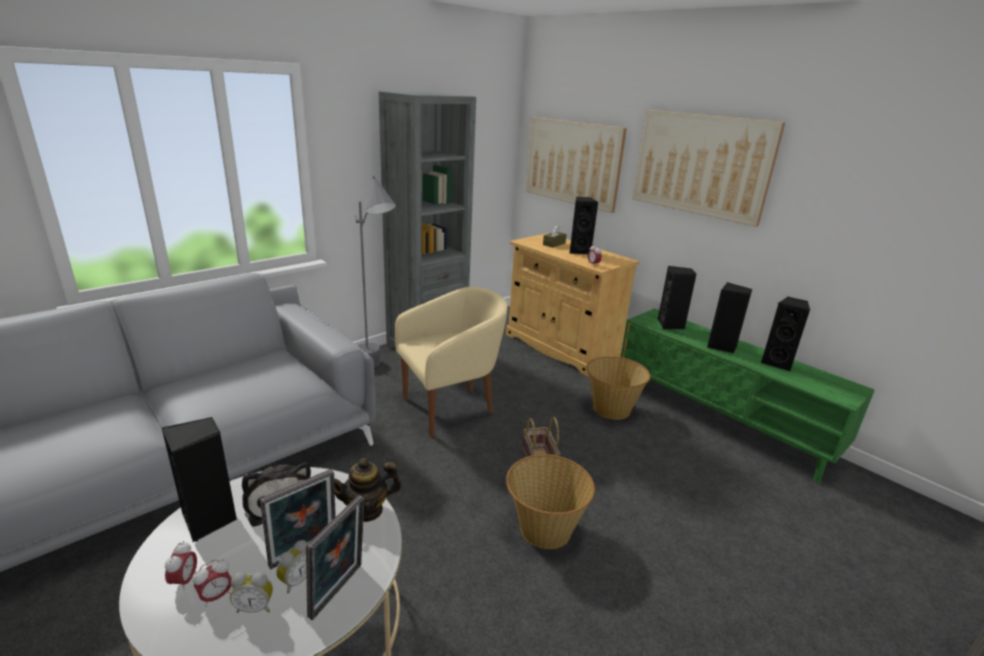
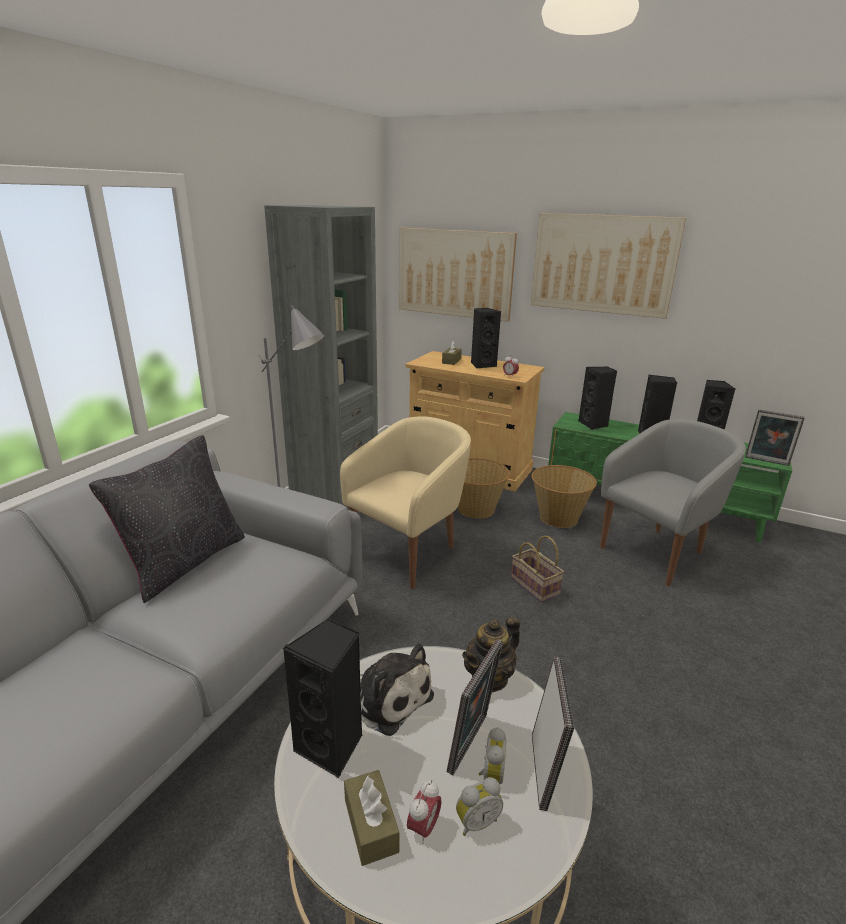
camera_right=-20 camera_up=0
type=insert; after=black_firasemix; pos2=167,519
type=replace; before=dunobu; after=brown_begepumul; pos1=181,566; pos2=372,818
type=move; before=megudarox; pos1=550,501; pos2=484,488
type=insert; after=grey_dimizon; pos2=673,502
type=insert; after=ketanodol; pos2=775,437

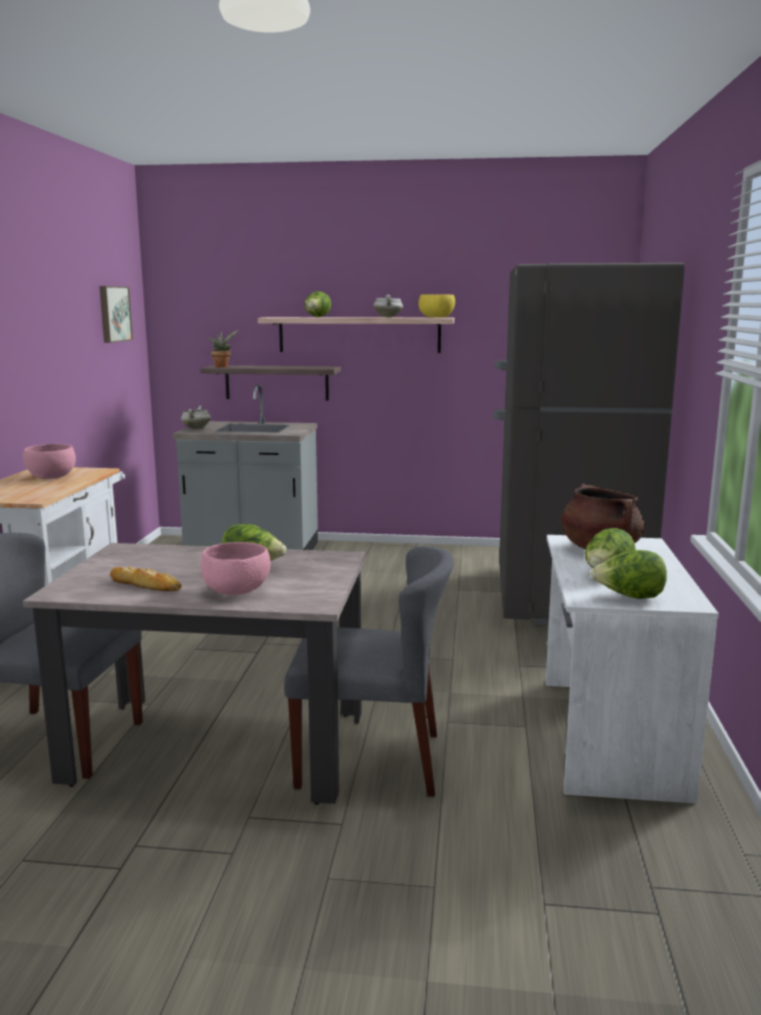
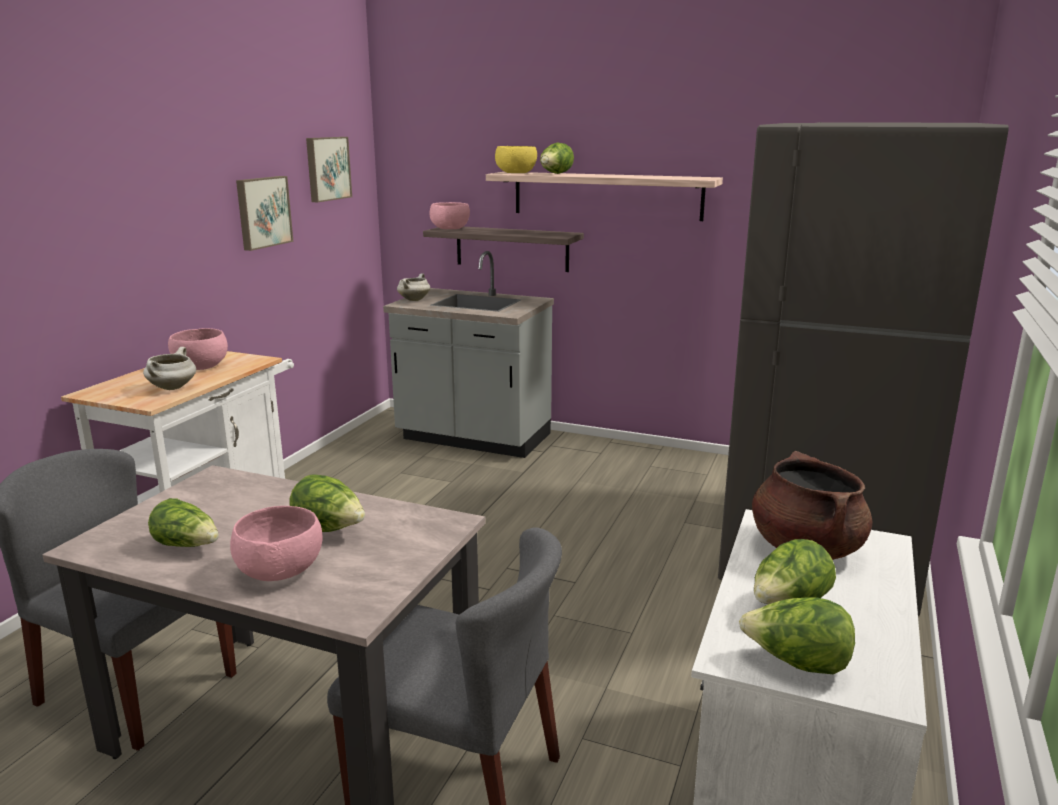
camera_right=15 camera_up=5
type=move; before=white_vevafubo; pos1=388,306; pos2=169,368
type=replace; before=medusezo; after=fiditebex; pos1=146,579; pos2=183,522
type=insert; after=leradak; pos2=264,213
type=replace; before=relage; after=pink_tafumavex; pos1=222,348; pos2=450,215
type=move; before=yellow_tafumavex; pos1=436,306; pos2=516,159

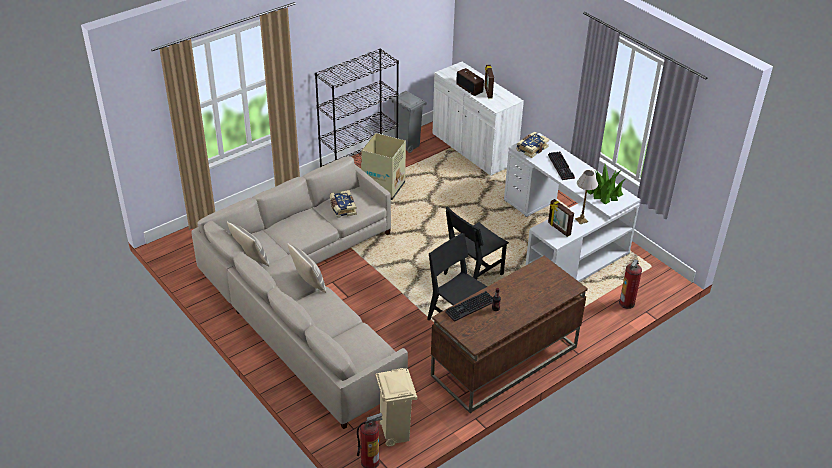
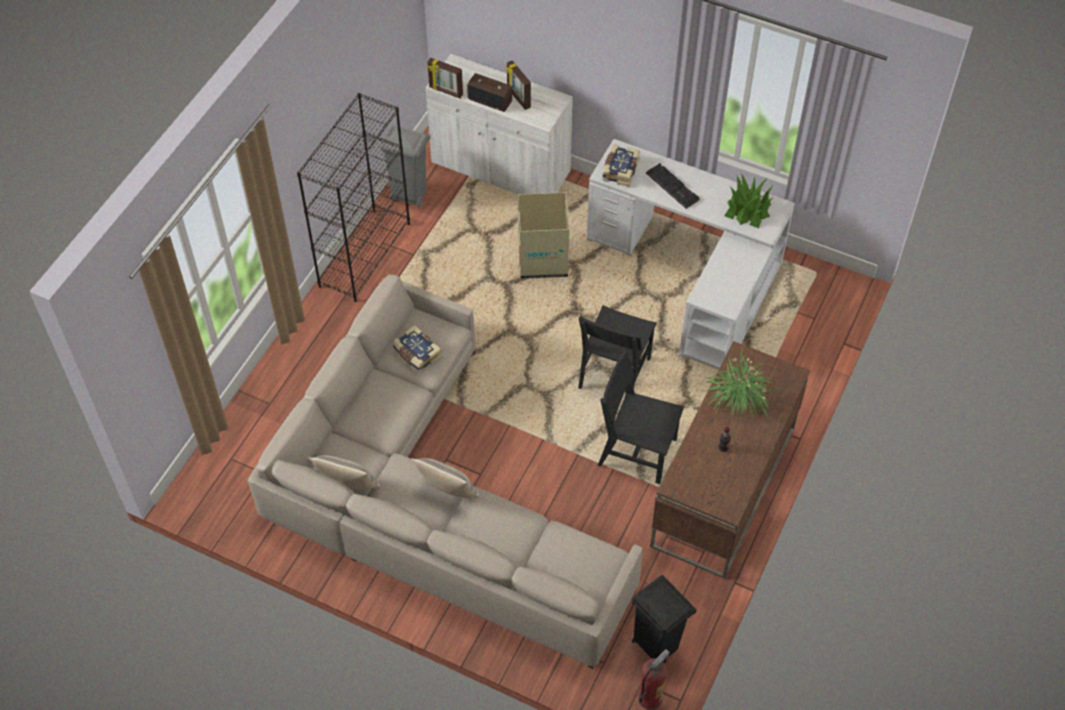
camera_right=-25 camera_up=15
type=move; before=ketanodol; pos1=561,218; pos2=445,78
type=move; before=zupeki; pos1=383,166; pos2=543,235
type=recolor; before=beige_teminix; after=black_teminix; pos1=396,407; pos2=664,619
type=insert; after=relage; pos2=742,383
type=delete; before=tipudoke; pos1=469,306
type=delete; before=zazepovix; pos1=586,197
type=delete; before=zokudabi; pos1=630,284

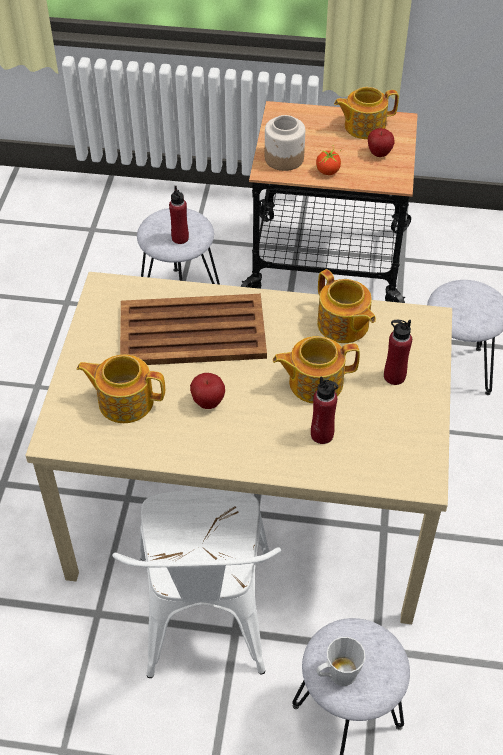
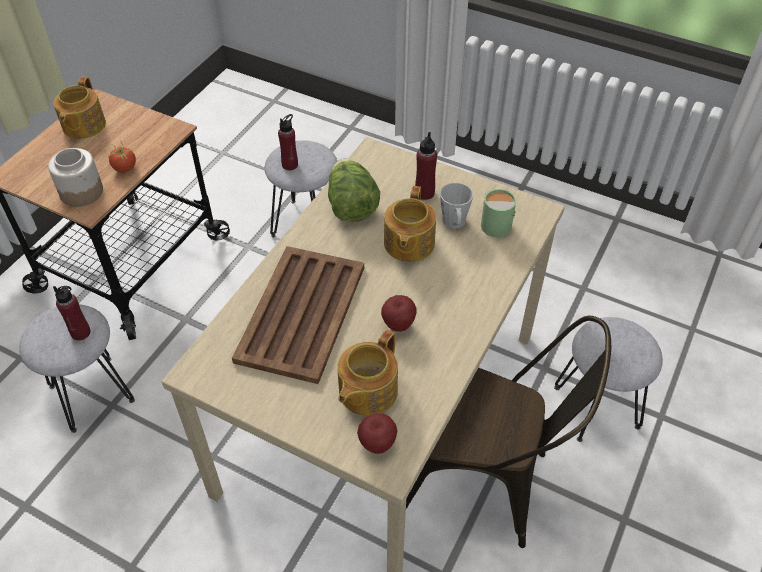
camera_right=-70 camera_up=0
type=move; before=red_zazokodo; pos1=324,410; pos2=288,142
type=replace; before=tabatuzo; after=fiditebex; pos1=346,306; pos2=354,190
type=move; before=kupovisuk; pos1=381,142; pos2=377,433
type=recolor; before=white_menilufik; after=brown_menilufik; pos1=196,584; pos2=508,432
type=move; before=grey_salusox; pos1=340,661; pos2=456,206
type=insert; after=green_salusox; pos2=498,213

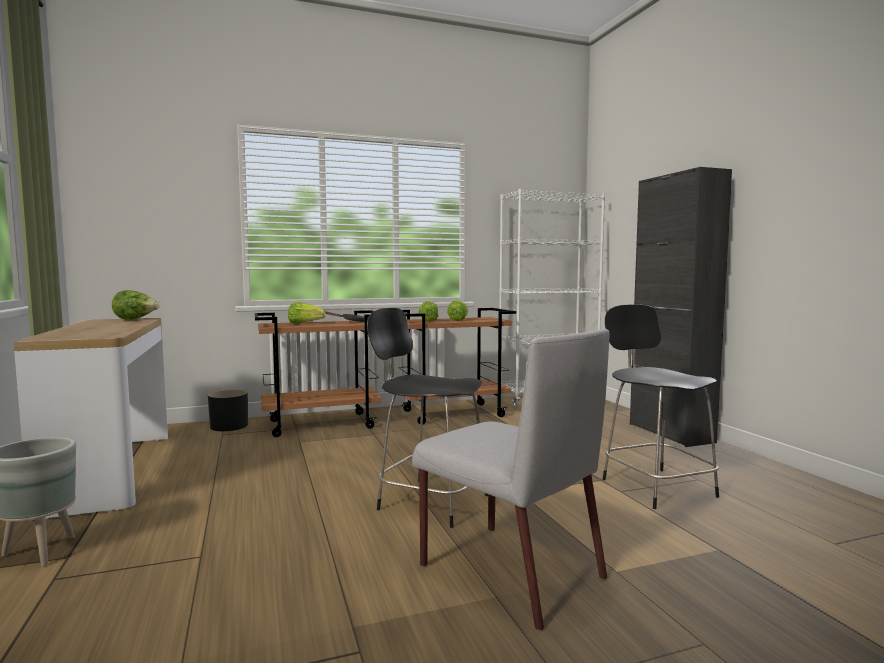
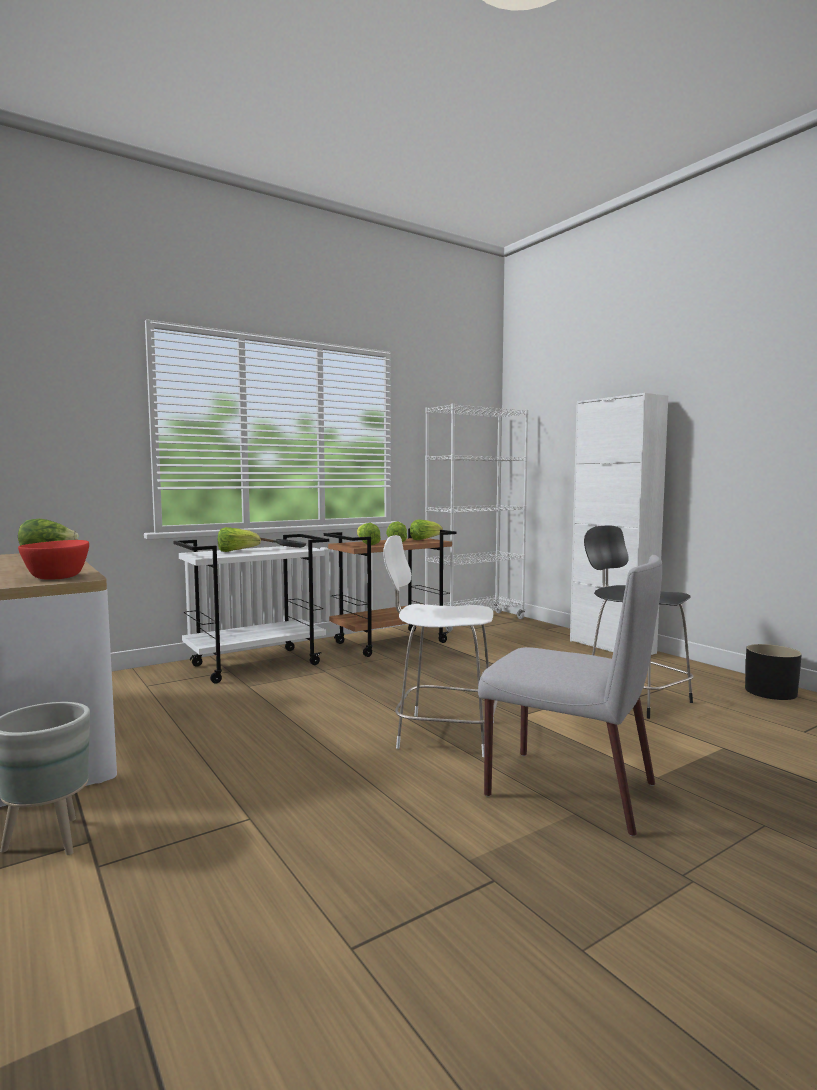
camera_right=-15 camera_up=0
type=insert; after=red_tafumavex; pos2=53,560
type=recolor; before=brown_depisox; after=white_depisox; pos1=318,373; pos2=251,608
type=recolor; before=black_menilufik; after=white_menilufik; pos1=427,418; pos2=440,646
type=insert; after=fiditebex; pos2=426,529
type=recolor; before=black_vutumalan; after=white_vutumalan; pos1=681,307; pos2=619,524
type=move; before=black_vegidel; pos1=228,410; pos2=773,672

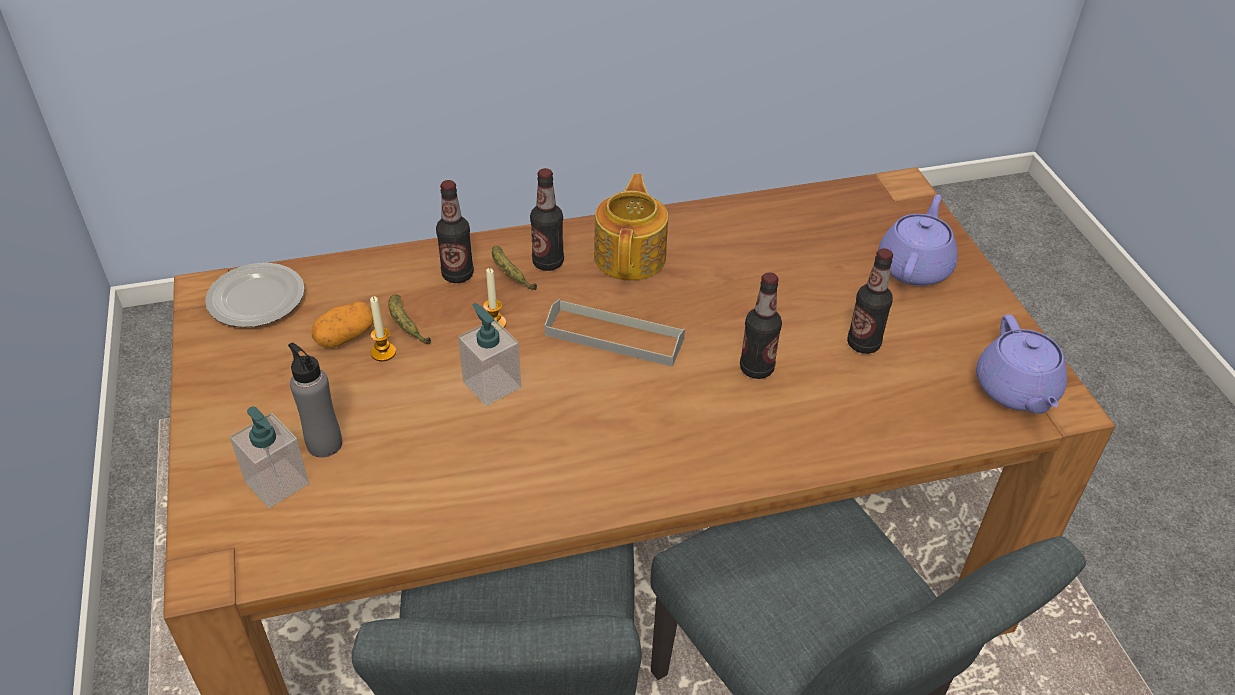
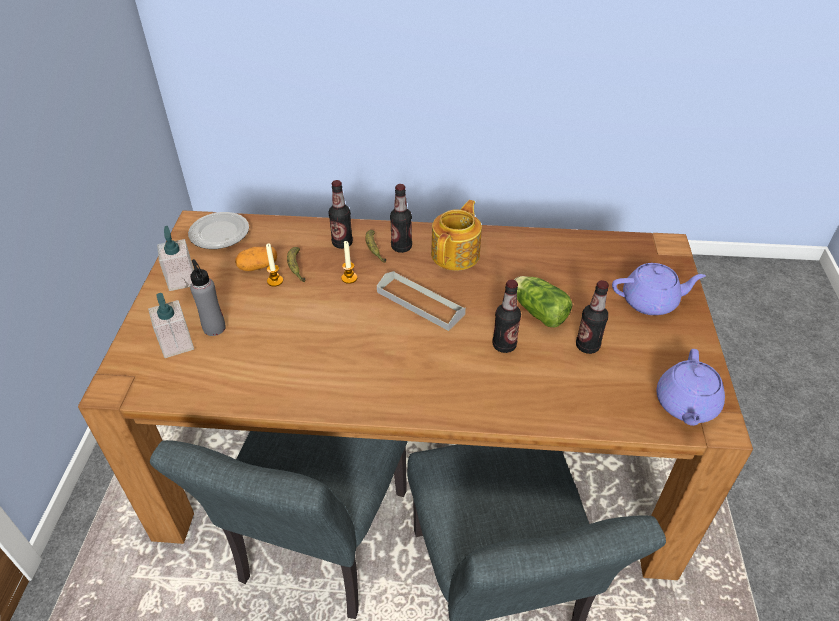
camera_right=20 camera_up=0
type=move; before=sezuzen; pos1=489,354; pos2=175,258
type=insert; after=fiditebex; pos2=543,301
type=rotate; before=purple_tabatuzo; pos1=918,240; pos2=659,289; turn=45

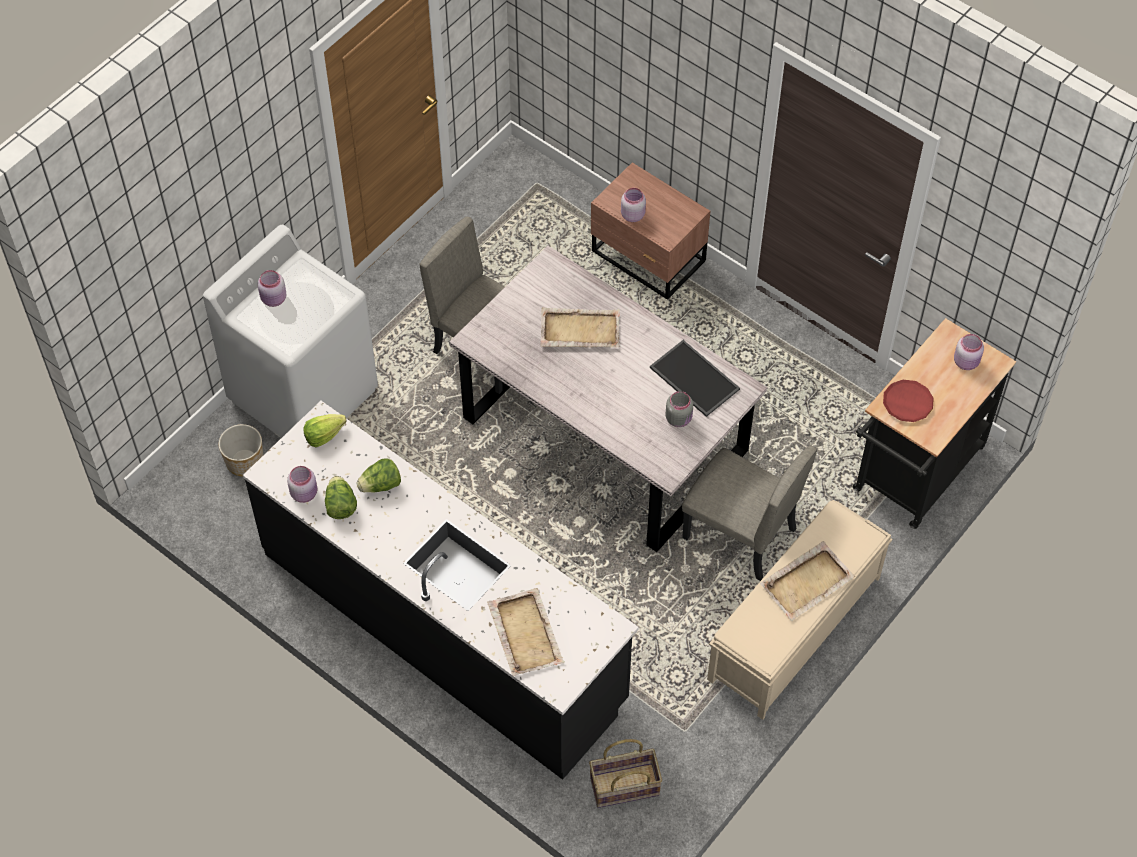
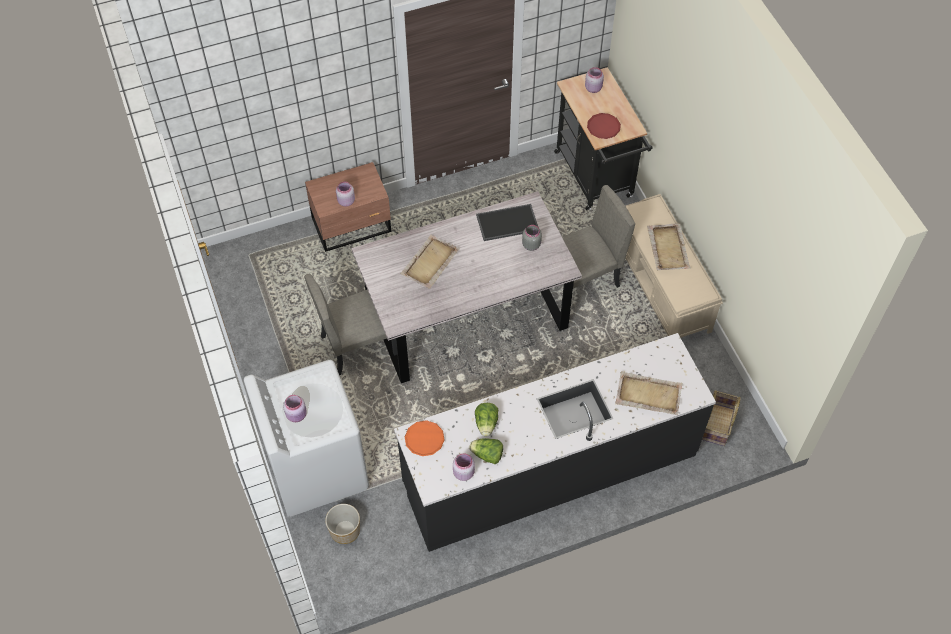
camera_right=-60 camera_up=0
type=replace; before=fiditebex; after=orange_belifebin; pos1=325,430; pos2=425,438

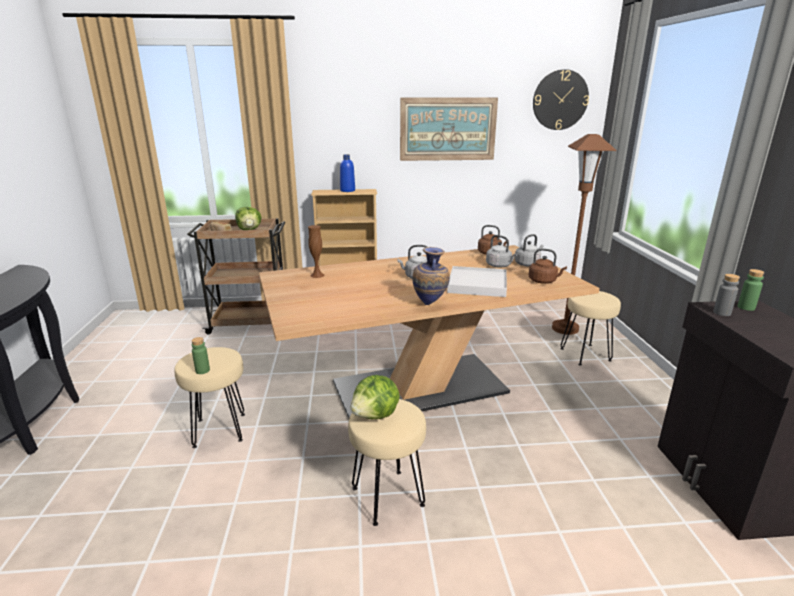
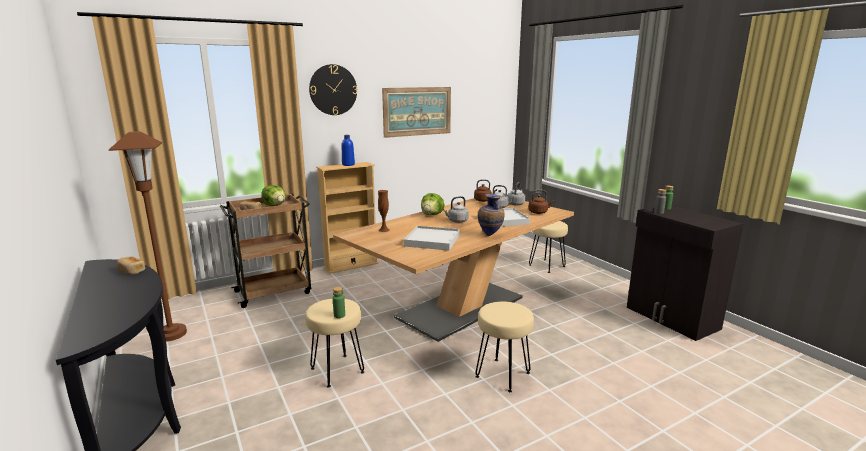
camera_right=-25 camera_up=-5
type=move; before=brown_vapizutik; pos1=584,234; pos2=148,236
type=insert; after=medusezo; pos2=131,265
type=move; before=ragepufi; pos1=561,99; pos2=333,89
type=insert; after=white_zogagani; pos2=432,238
type=move; before=fiditebex; pos1=375,397; pos2=433,204

